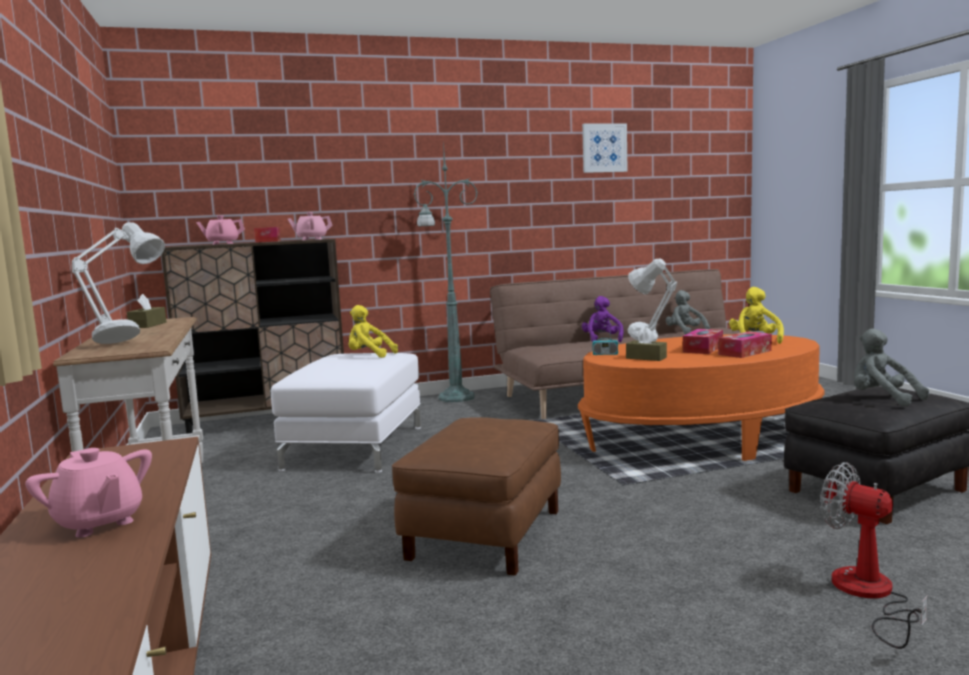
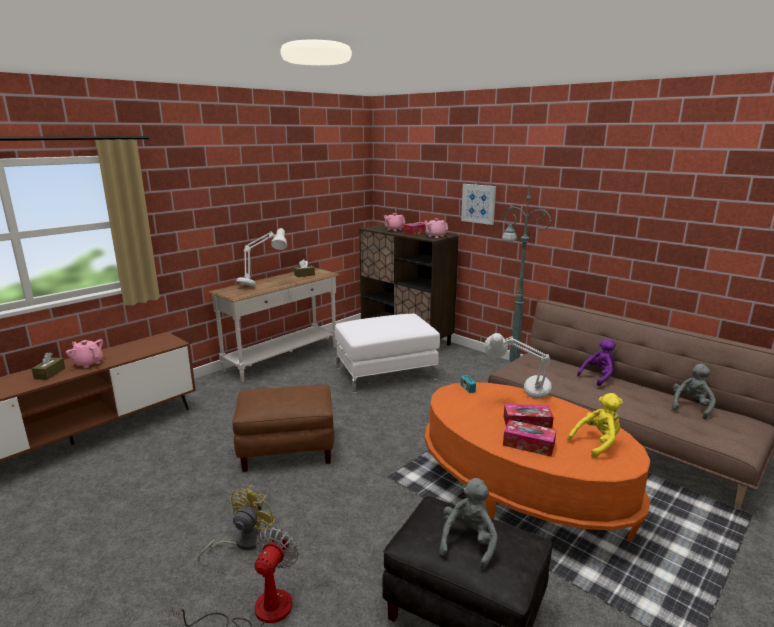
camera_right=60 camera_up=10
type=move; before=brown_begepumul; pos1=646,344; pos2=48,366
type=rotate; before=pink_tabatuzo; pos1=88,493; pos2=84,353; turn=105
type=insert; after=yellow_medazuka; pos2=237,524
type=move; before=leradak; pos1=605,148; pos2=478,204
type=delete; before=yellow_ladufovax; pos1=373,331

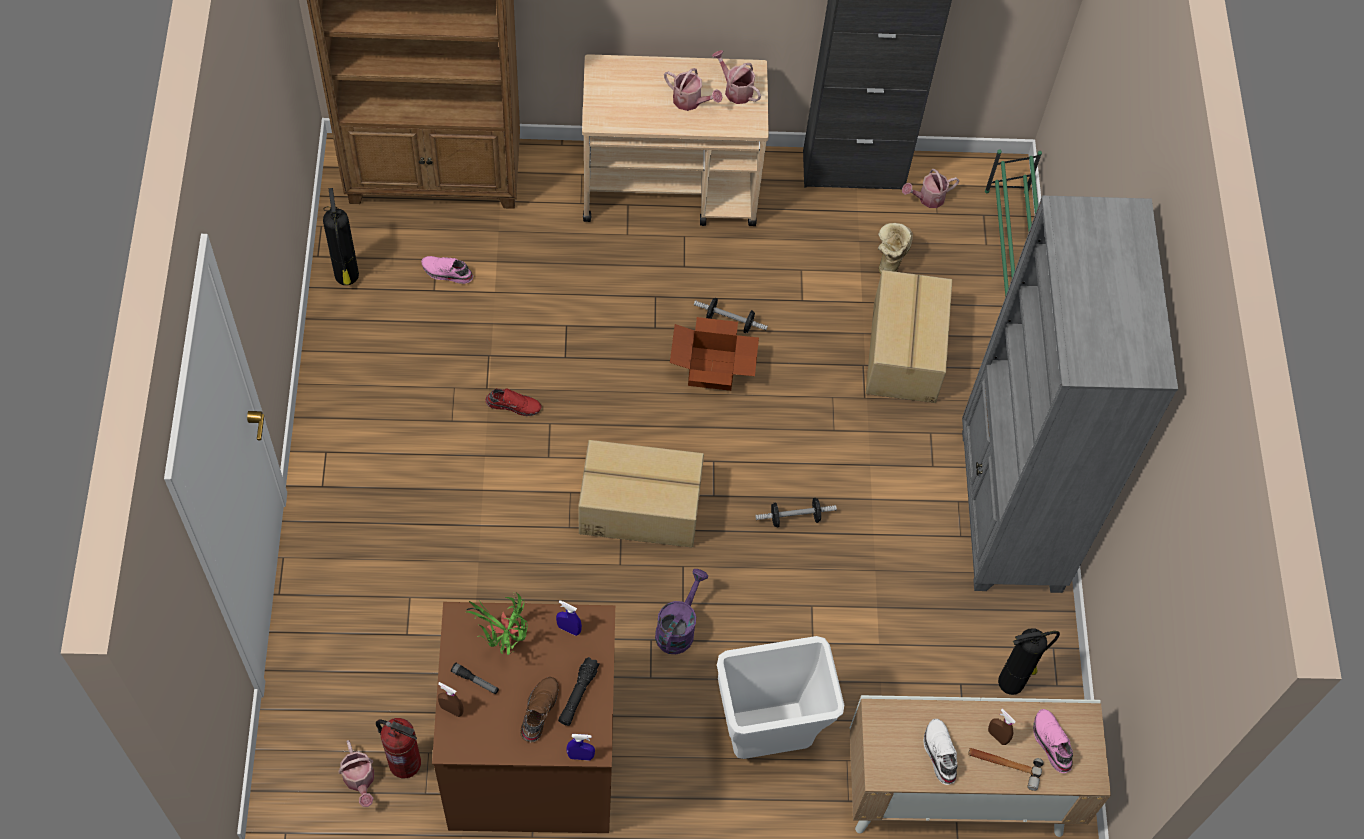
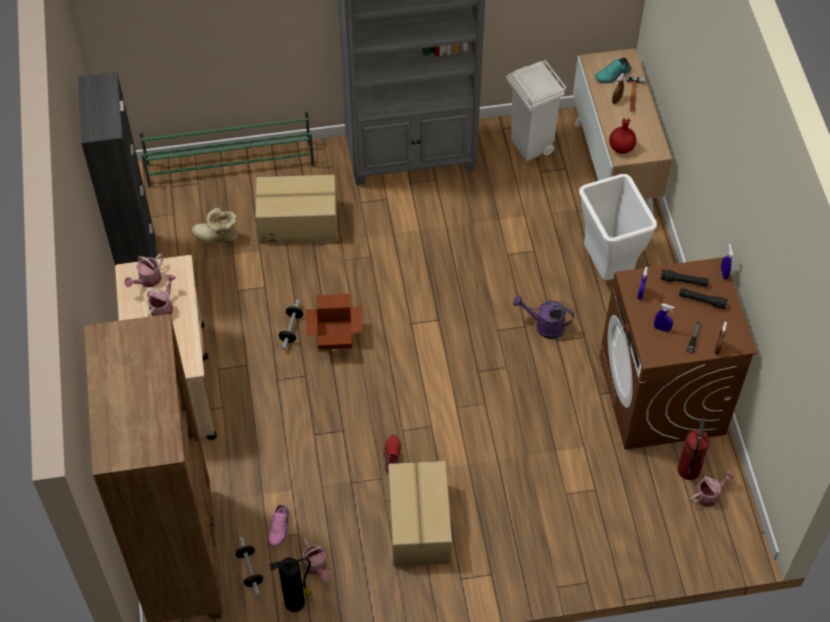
camera_right=-95 camera_up=-5
type=move; before=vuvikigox; pos1=796,512; pos2=249,566
type=move; before=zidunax; pos1=930,188; pos2=316,560
type=move; before=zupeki; pos1=641,493; pos2=420,513
type=replace; before=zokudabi; after=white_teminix; pos1=1029,661; pos2=536,110
type=recolor; before=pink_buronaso; after=turquoise_buronaso; pos1=1053,741; pos2=613,70
type=insert; after=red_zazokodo; pos2=622,135
type=replace; before=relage; after=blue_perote; pos1=497,623; pos2=664,318
type=replace; before=brown_buronaso; after=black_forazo; pos1=539,710; pos2=703,298
type=delete; before=white_buronaso; pos1=940,752

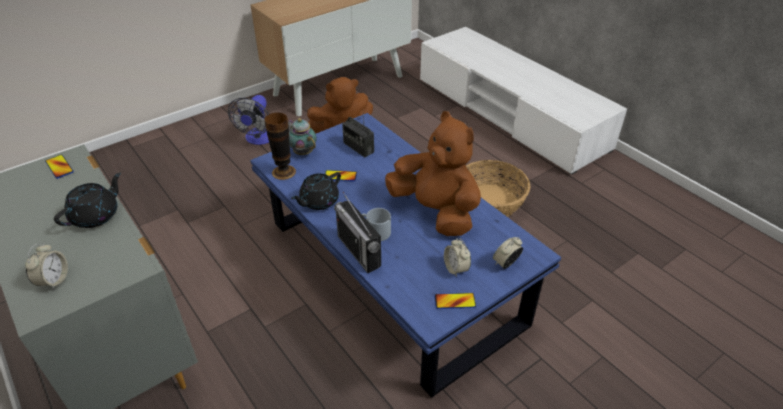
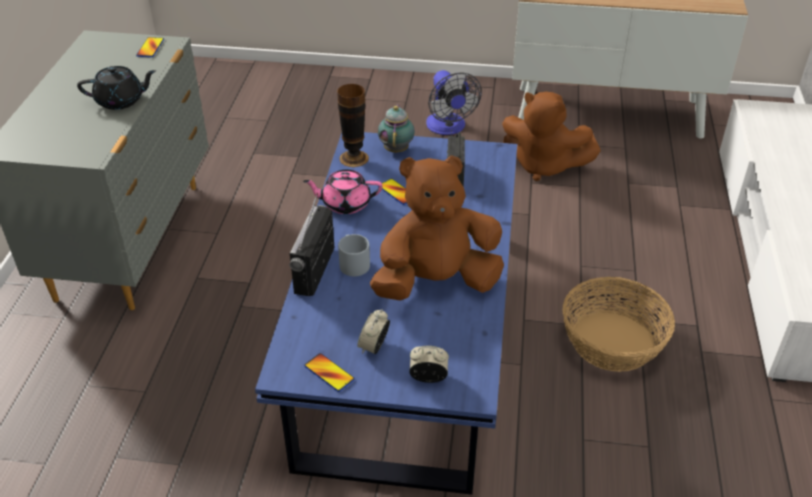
camera_right=45 camera_up=0
type=recolor; before=black_tabatuzo; after=pink_tabatuzo; pos1=316,191; pos2=343,192
type=rotate; before=brown_ladufovax; pos1=433,173; pos2=437,227; turn=-105
type=rotate; before=medazuka; pos1=248,120; pos2=454,102; turn=-75
type=delete; before=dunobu; pos1=46,266

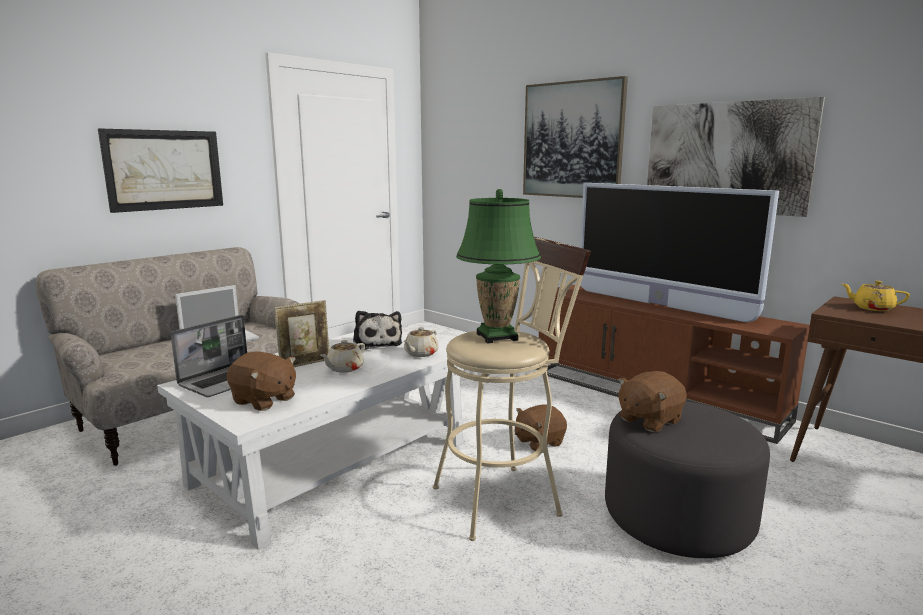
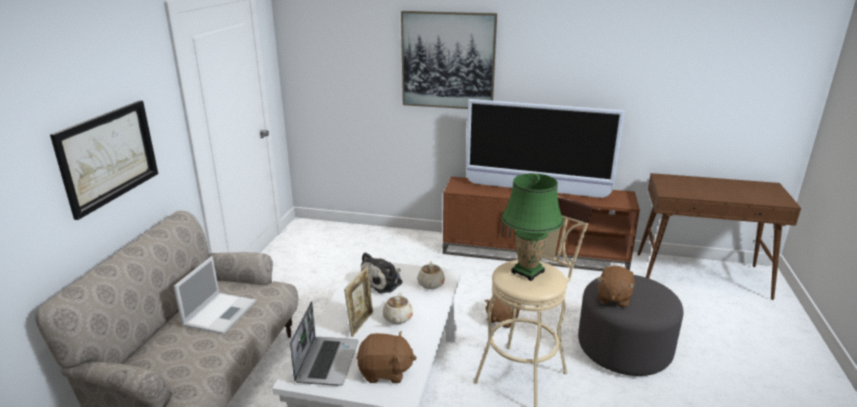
camera_right=-30 camera_up=10
type=rotate; before=ladufovax; pos1=377,330; pos2=382,273; turn=90
type=delete; before=leradak; pos1=736,157
type=delete; before=yellow_tabatuzo; pos1=876,296

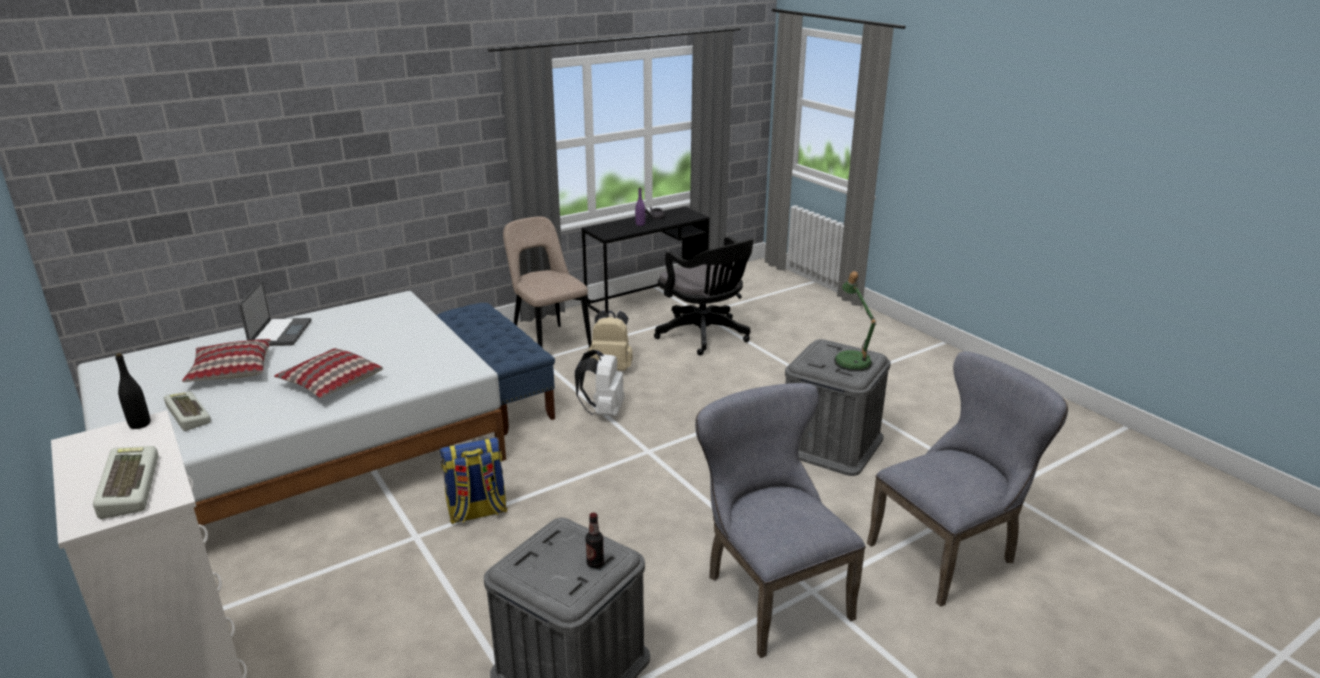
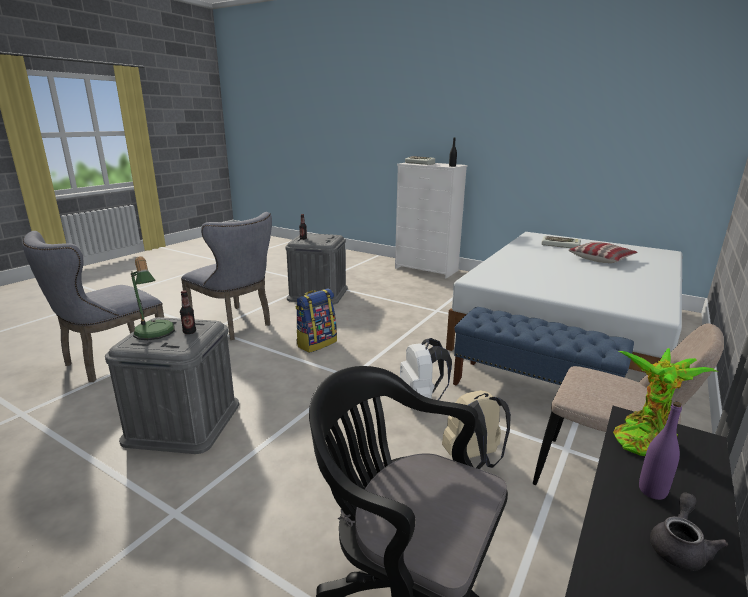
camera_right=155 camera_up=-5
type=insert; after=zazokodo; pos2=188,312
type=move; before=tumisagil; pos1=474,480; pos2=316,321
type=insert; after=relage; pos2=665,402
type=delete; before=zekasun; pos1=275,314
type=delete; before=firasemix; pos1=328,373

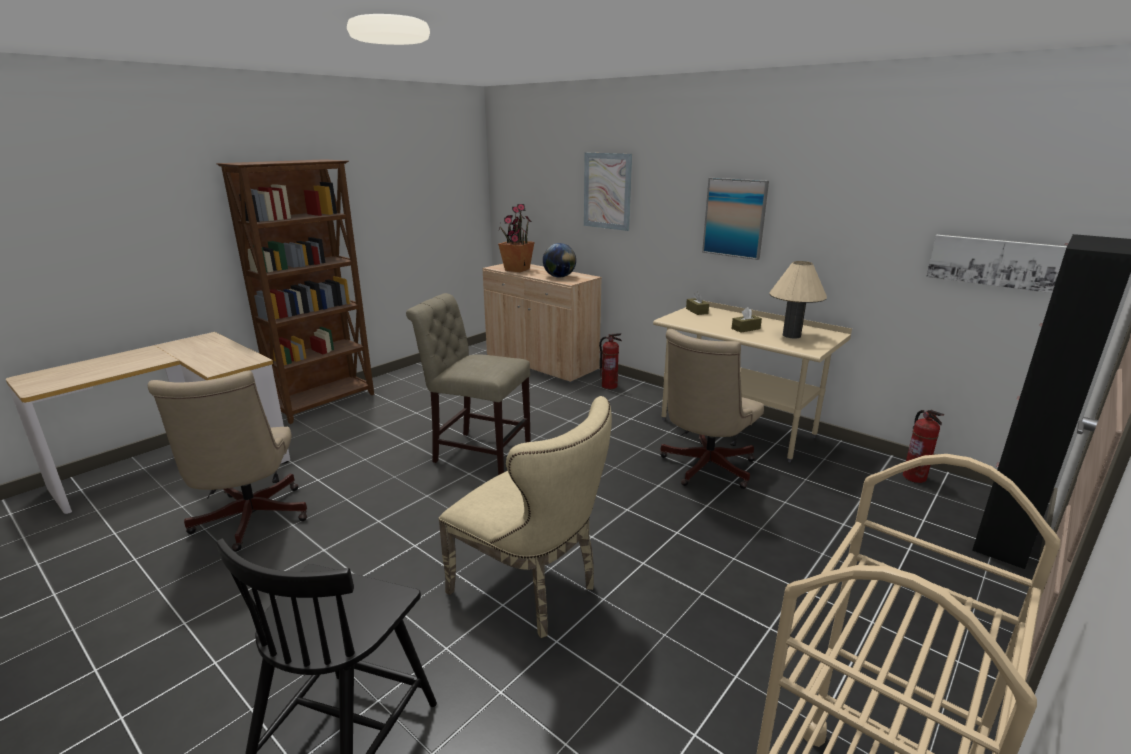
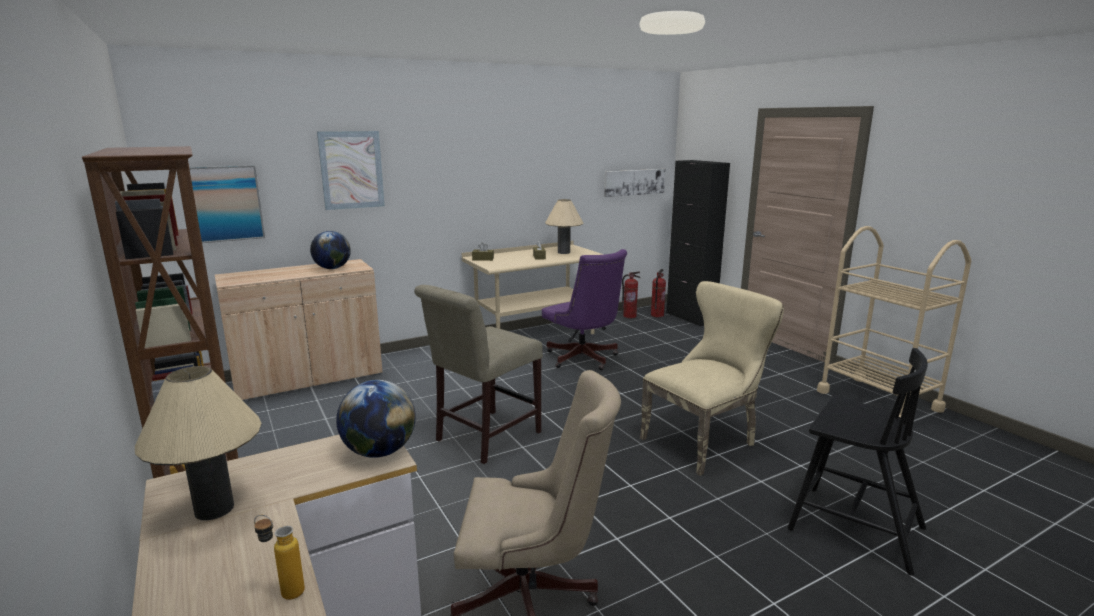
camera_right=-70 camera_up=-5
type=insert; after=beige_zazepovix; pos2=198,443
type=move; before=leradak; pos1=735,219; pos2=227,204
type=insert; after=zazokodo; pos2=279,557
type=insert; after=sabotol; pos2=376,419
type=recolor; before=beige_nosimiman; after=purple_nosimiman; pos1=712,409; pos2=584,309
type=move; before=zokudabi; pos1=610,361; pos2=658,293
type=delete; before=relage; pos1=516,238

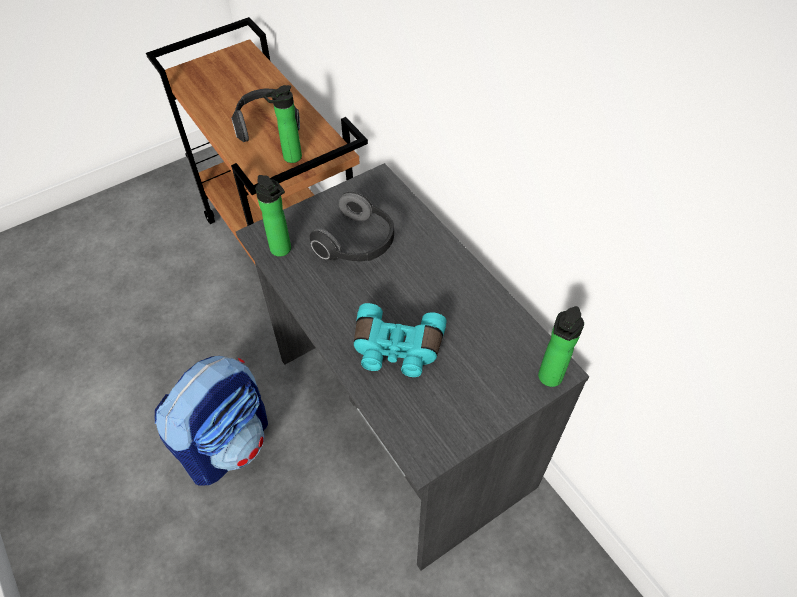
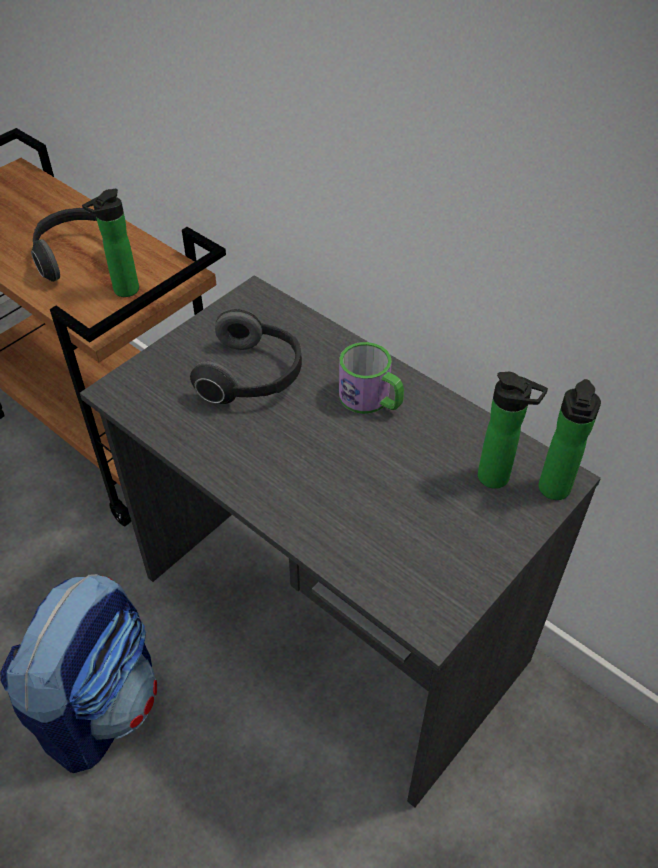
camera_right=-15 camera_up=-5
type=insert; after=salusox; pos2=371,378
type=move; before=zazokodo; pos1=273,216; pos2=513,430
type=delete; before=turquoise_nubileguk; pos1=400,340

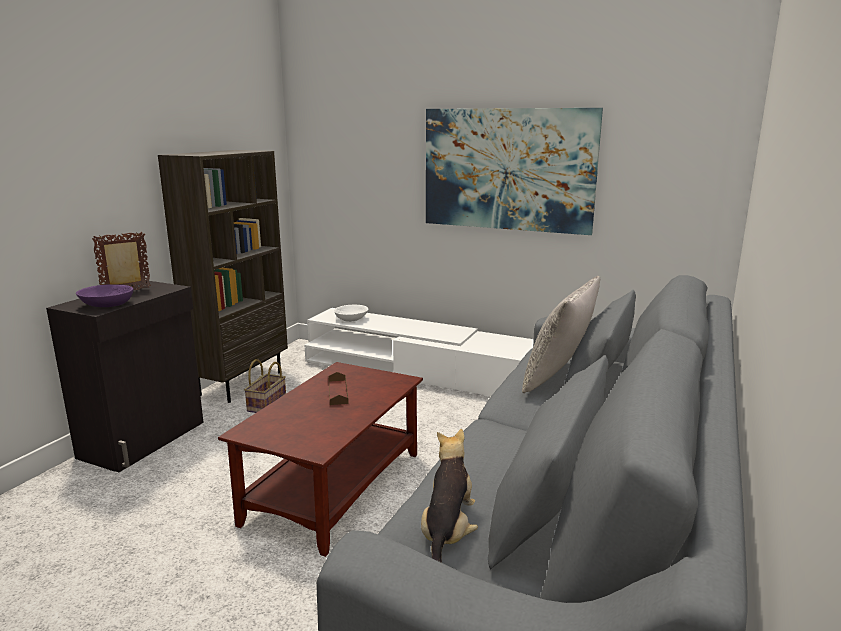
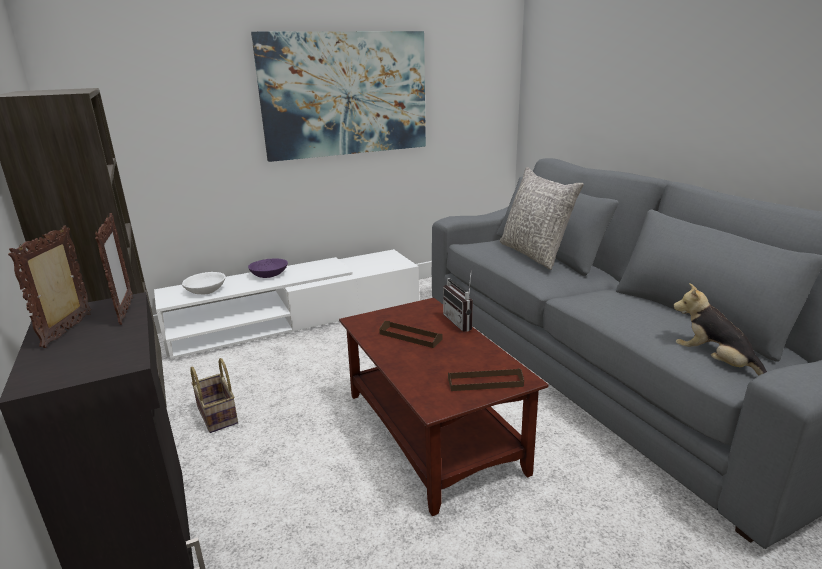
camera_right=-50 camera_up=5
type=insert; after=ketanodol; pos2=114,269
type=move; before=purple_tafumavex; pos1=105,296; pos2=268,268
type=insert; after=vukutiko; pos2=458,301
type=insert; after=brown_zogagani; pos2=486,379

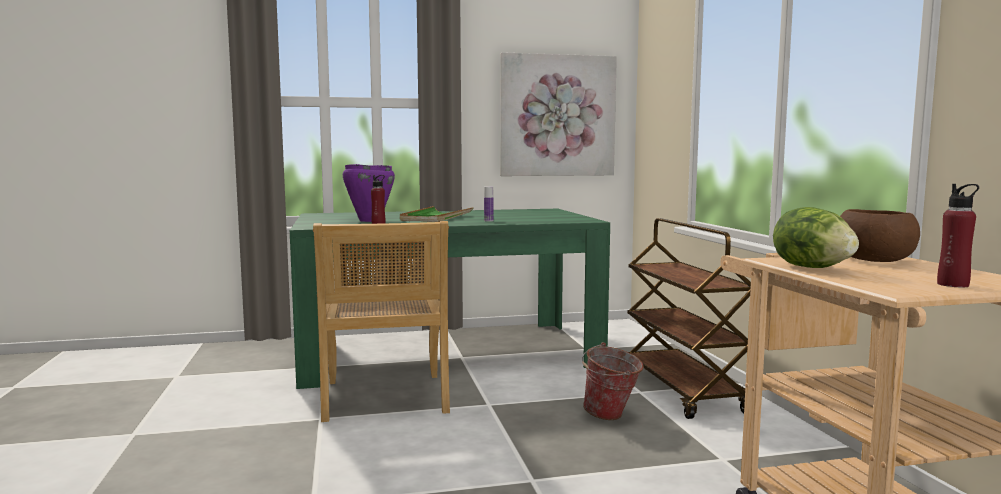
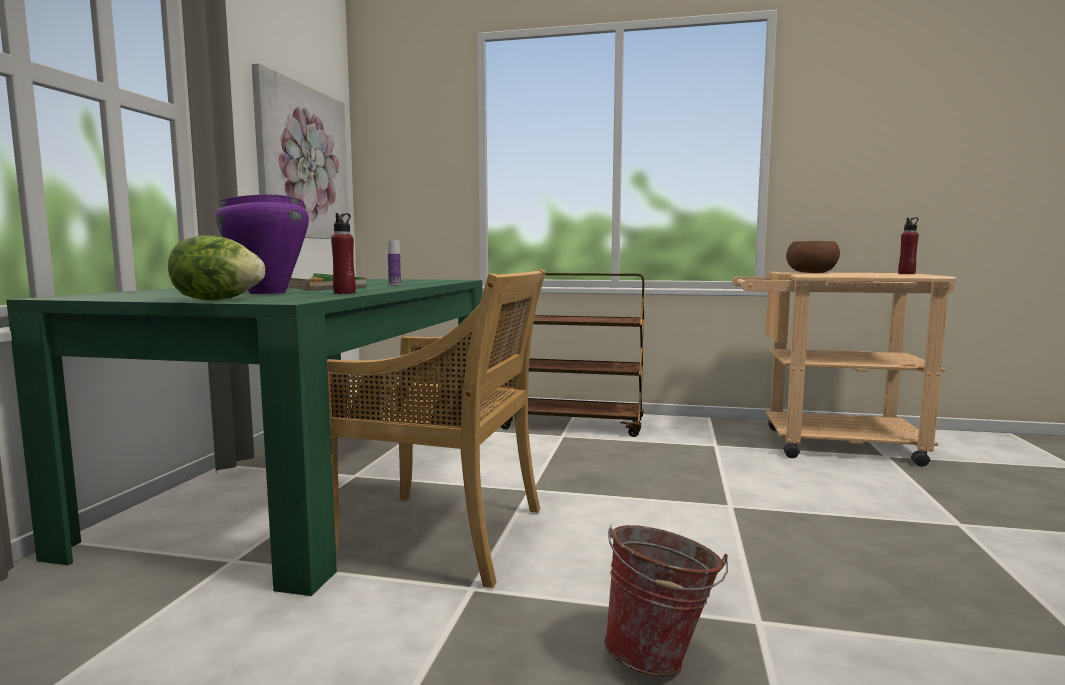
camera_right=-65 camera_up=0
type=move; before=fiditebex; pos1=816,237; pos2=216,267
type=move; before=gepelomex; pos1=613,381; pos2=666,601

